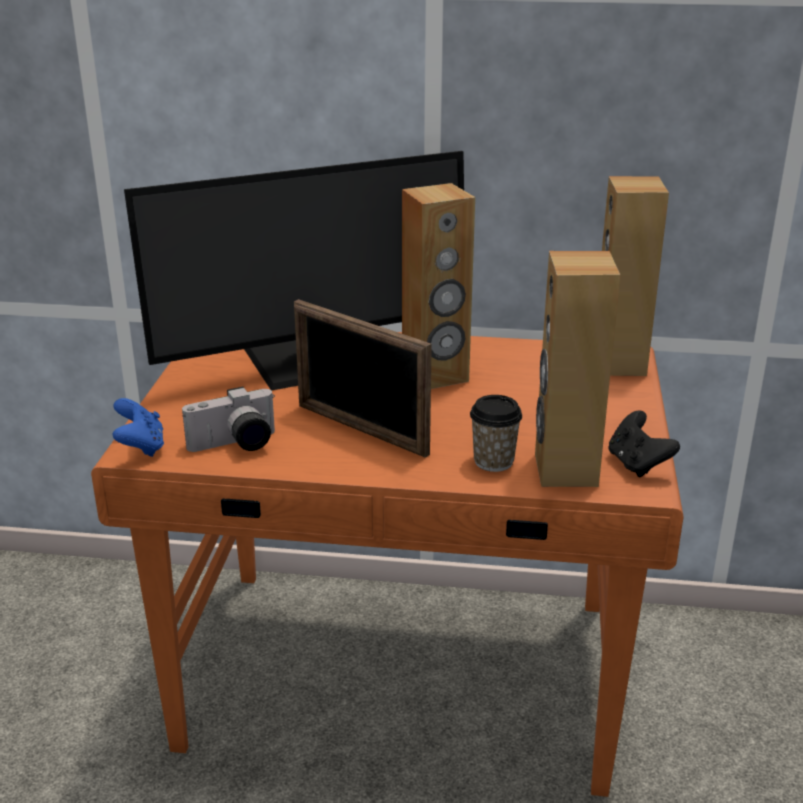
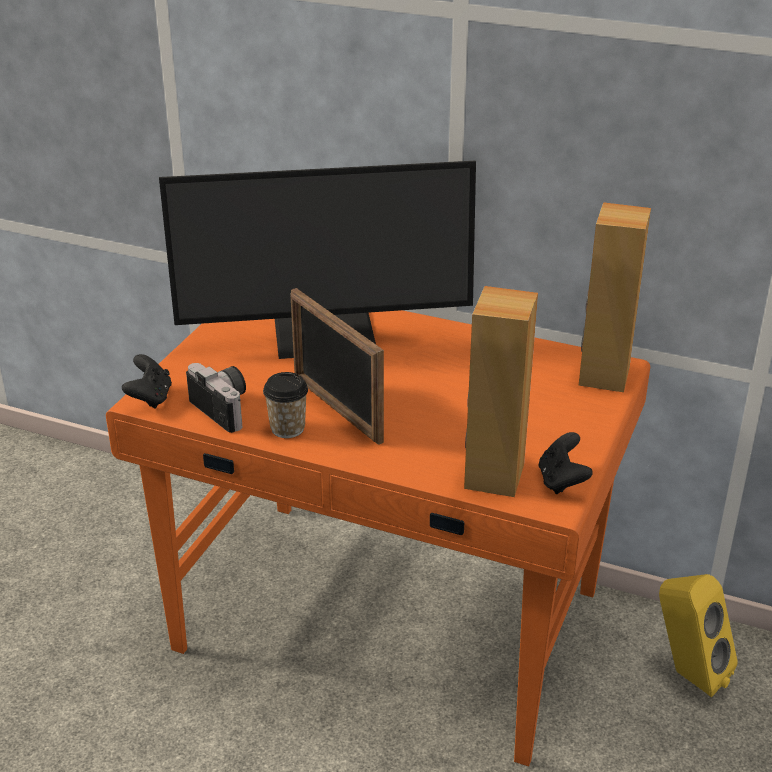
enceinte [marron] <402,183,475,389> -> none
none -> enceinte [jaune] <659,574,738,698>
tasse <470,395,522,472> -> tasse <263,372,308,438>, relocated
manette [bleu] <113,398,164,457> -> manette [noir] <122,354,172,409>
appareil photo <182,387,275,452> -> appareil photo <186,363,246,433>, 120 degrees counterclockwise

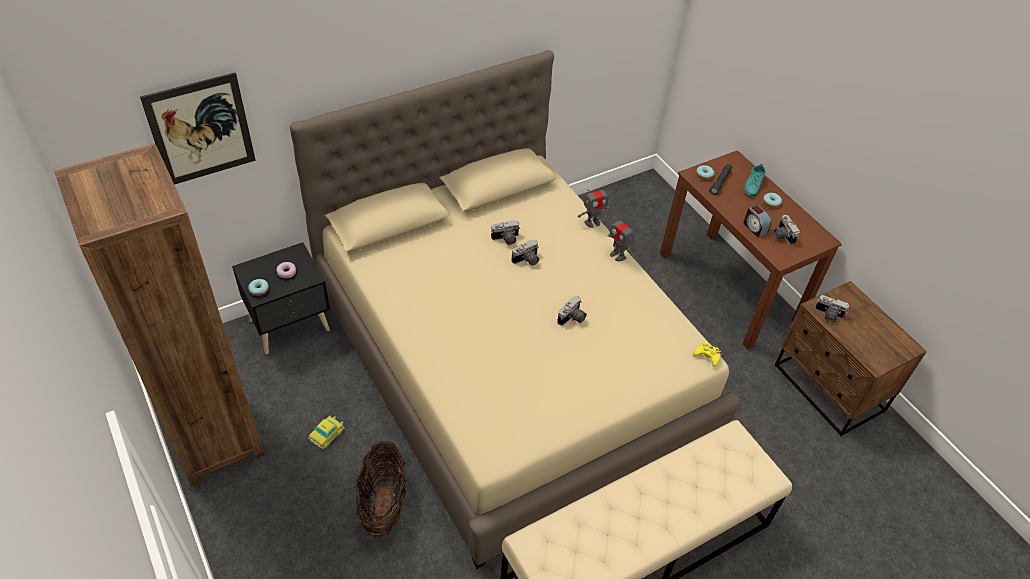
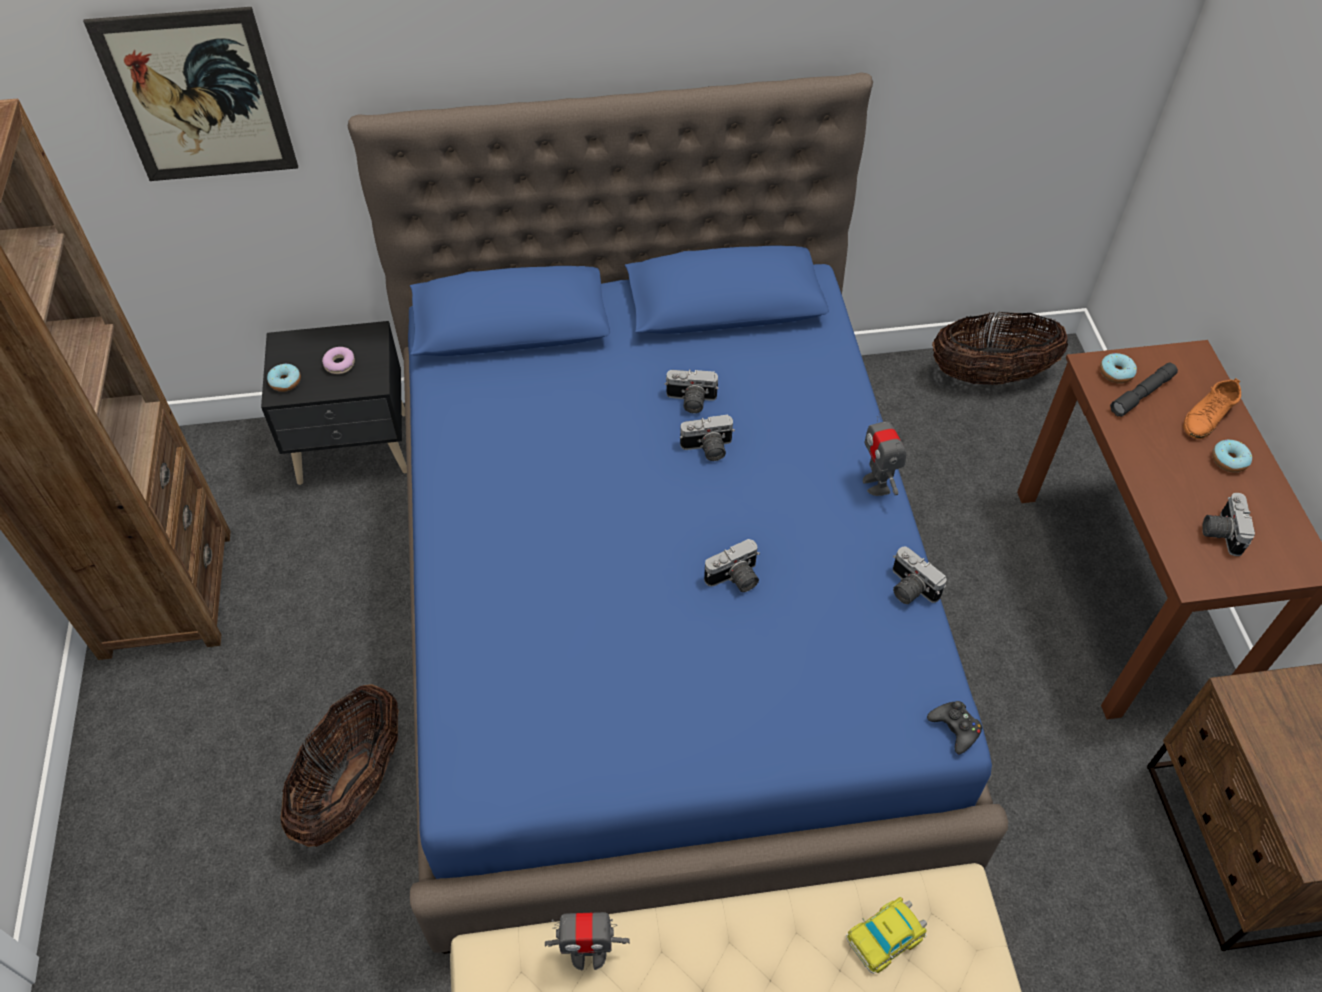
réveil <743,204,771,237> -> none
none -> panier <932,311,1068,385>
petite voiture <309,416,345,449> -> petite voiture <846,897,927,974>, relocated
robot jouet <577,185,610,228> -> robot jouet <545,912,630,970>, relocated
appareil photo <815,295,849,323> -> appareil photo <893,547,947,604>, relocated
lit [beige] <290,50,740,569> -> lit [bleu] <347,72,1008,954>
manette [jaune] <693,342,721,367> -> manette [noir] <927,701,982,754>
chaussure [turquoise] <744,164,766,197> -> chaussure [orange] <1183,378,1241,439>

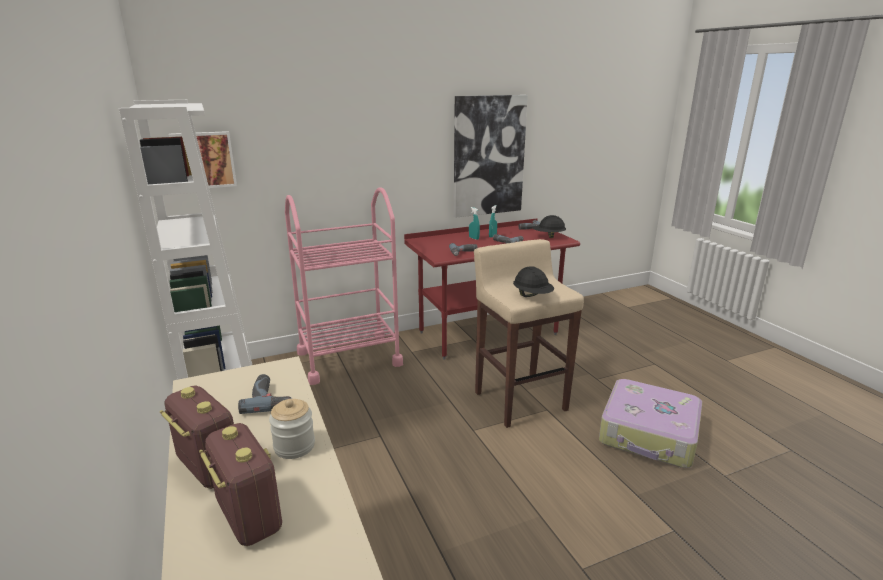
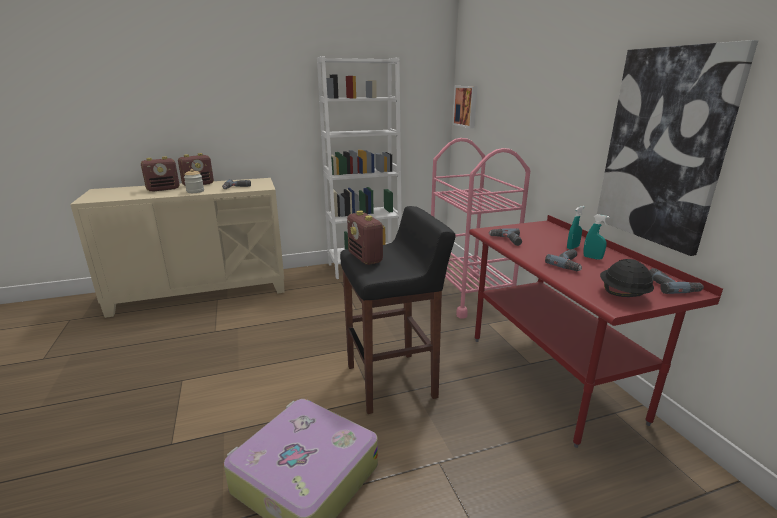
casque de chantier [noir] <513,266,554,297> -> radio <347,210,385,265>
tabouret [beige] <474,239,584,428> -> tabouret [noir] <340,206,456,414>

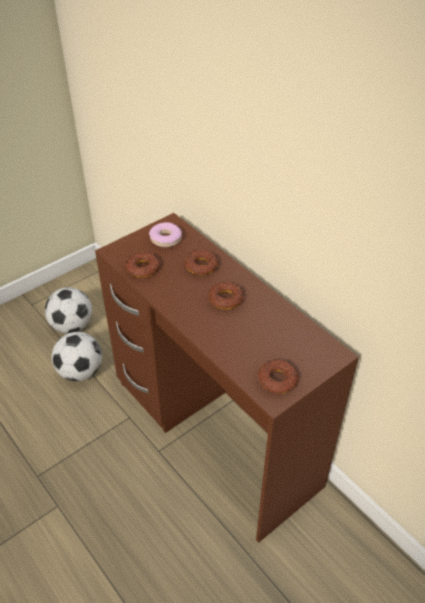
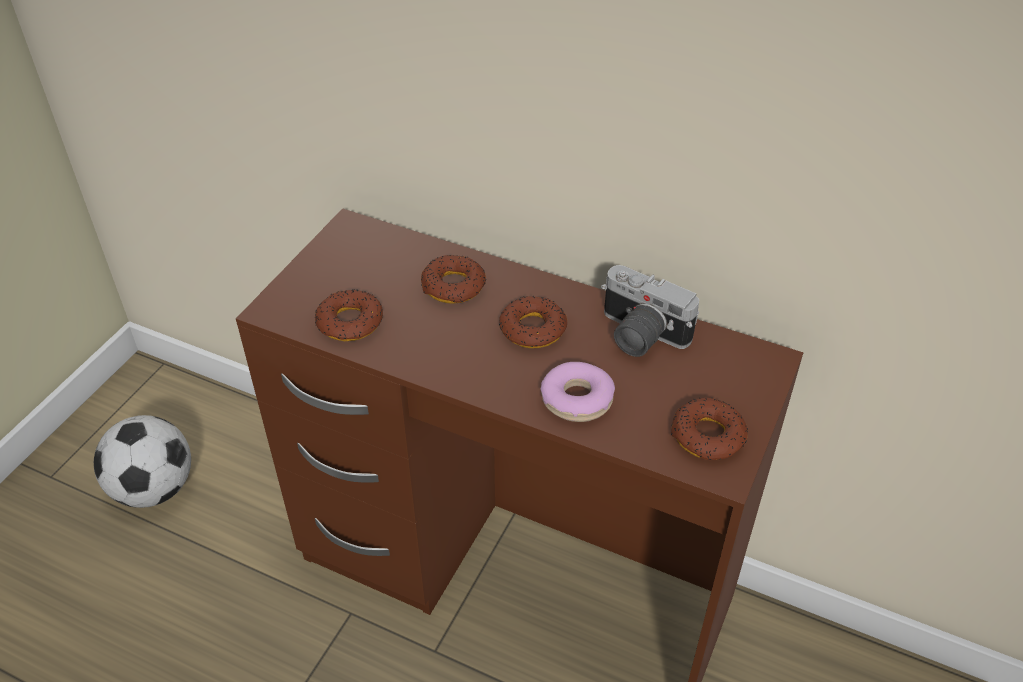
ballon de foot <52,332,102,381> -> none
none -> appareil photo <601,265,699,357>
beignet <149,222,182,247> -> beignet <541,362,615,422>, relocated

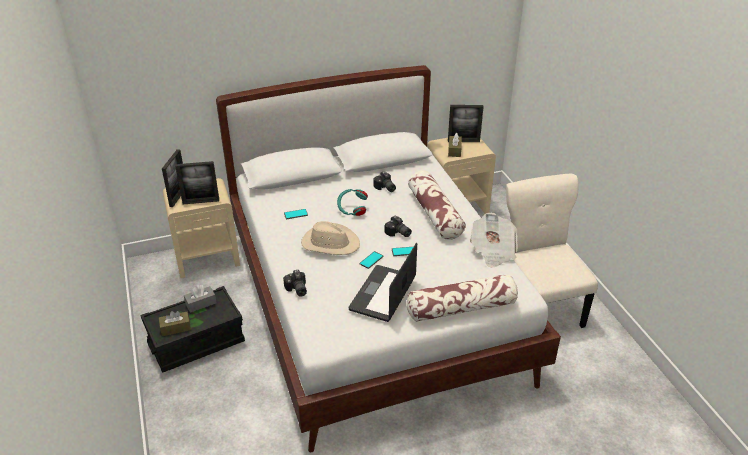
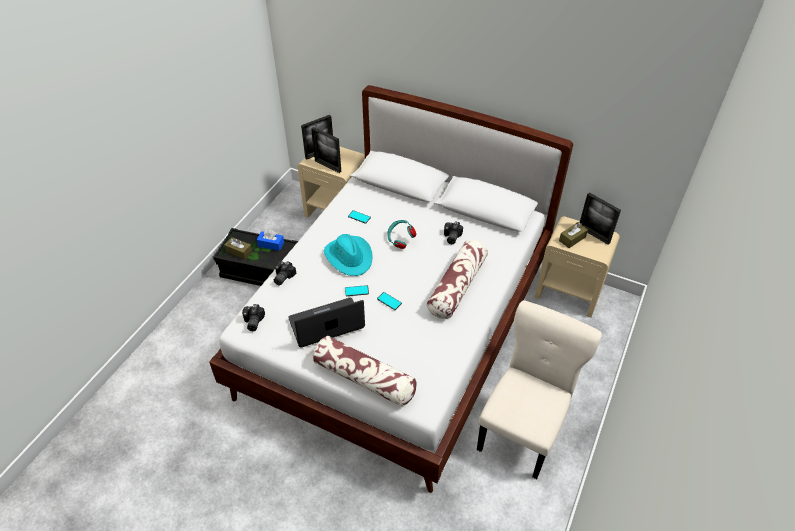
journal <470,213,518,268> -> none
appareil photo <385,216,412,237> -> appareil photo <242,304,265,331>, relocated
boîte à mouchoirs [gris] <184,285,216,313> -> boîte à mouchoirs [bleu] <257,230,284,251>
chapeau [beige] <301,221,360,255> -> chapeau [turquoise] <324,234,372,276>

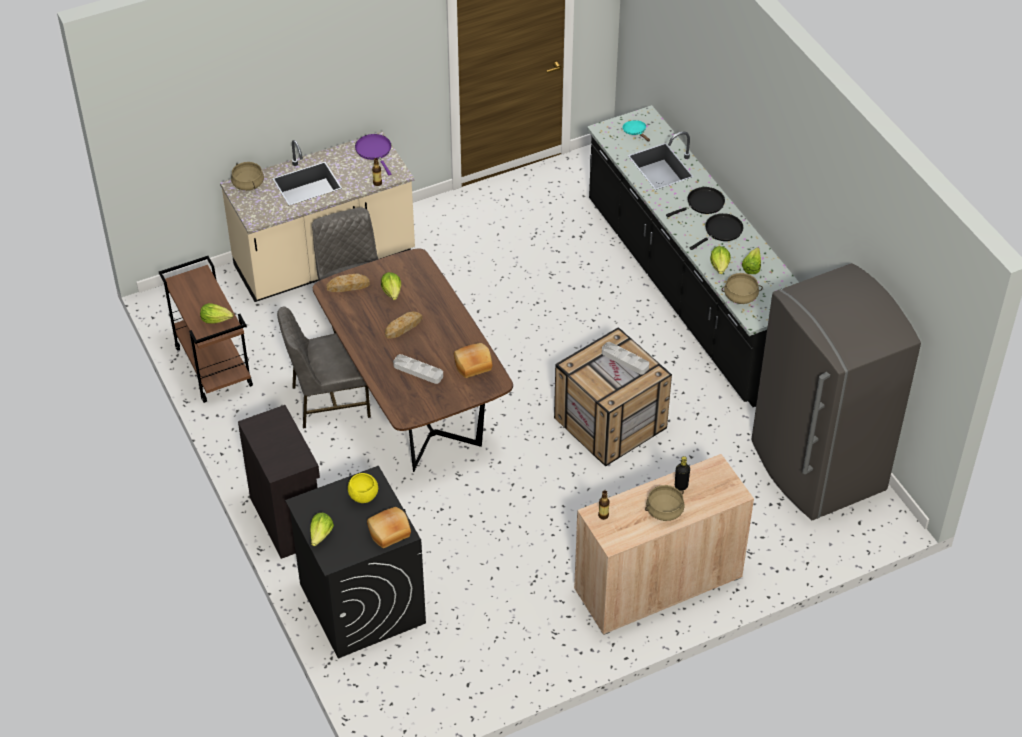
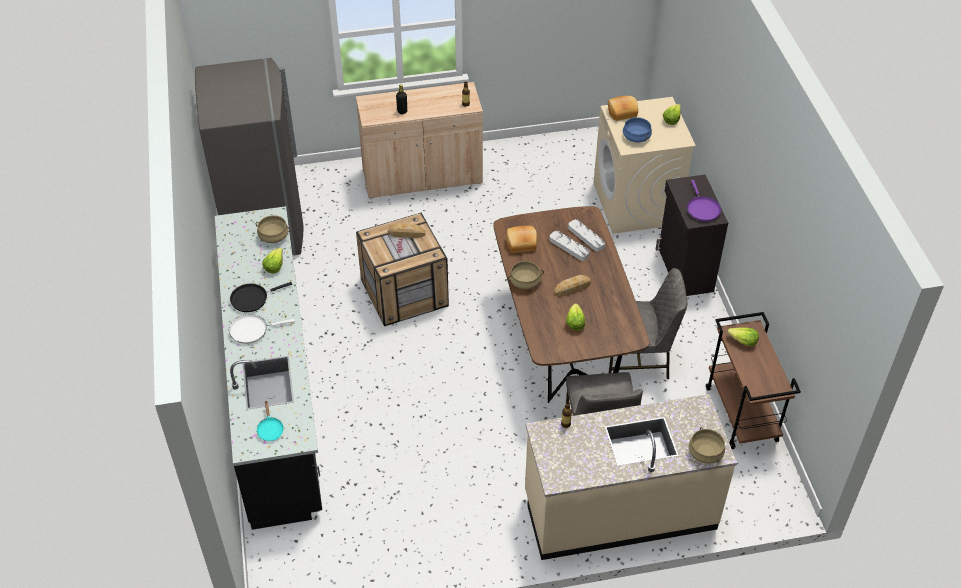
laitue <742,247,761,274> -> none
pain <326,273,370,292> -> pain <388,223,426,238>, relocated
poêle [violet] <355,134,391,175> -> poêle [violet] <687,180,721,221>, relocated
plateau [gris] <602,342,649,375> -> plateau [gris] <568,219,605,252>, relocated
marmite [beige] <645,485,685,521> -> marmite [beige] <508,261,544,290>, relocated
bol [jaune] <348,473,378,503> -> marmite [bleu] <623,117,652,143>
lave-linge [noir] <285,466,426,658> -> lave-linge [beige] <594,97,696,234>
poêle [noir] <666,187,725,217> -> poêle [blanc] <229,314,295,344>

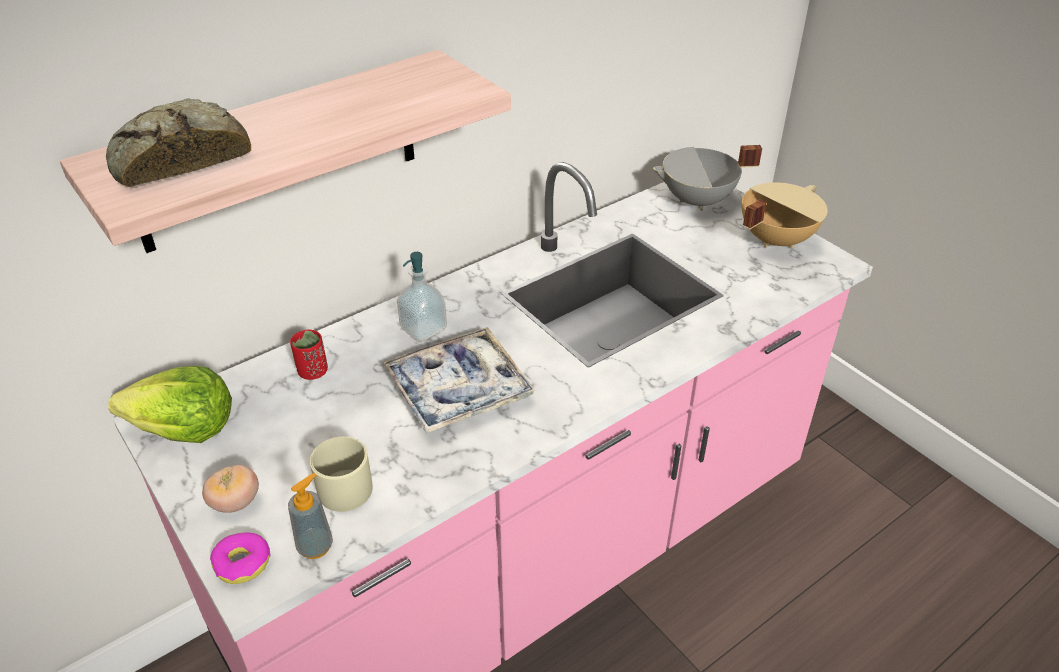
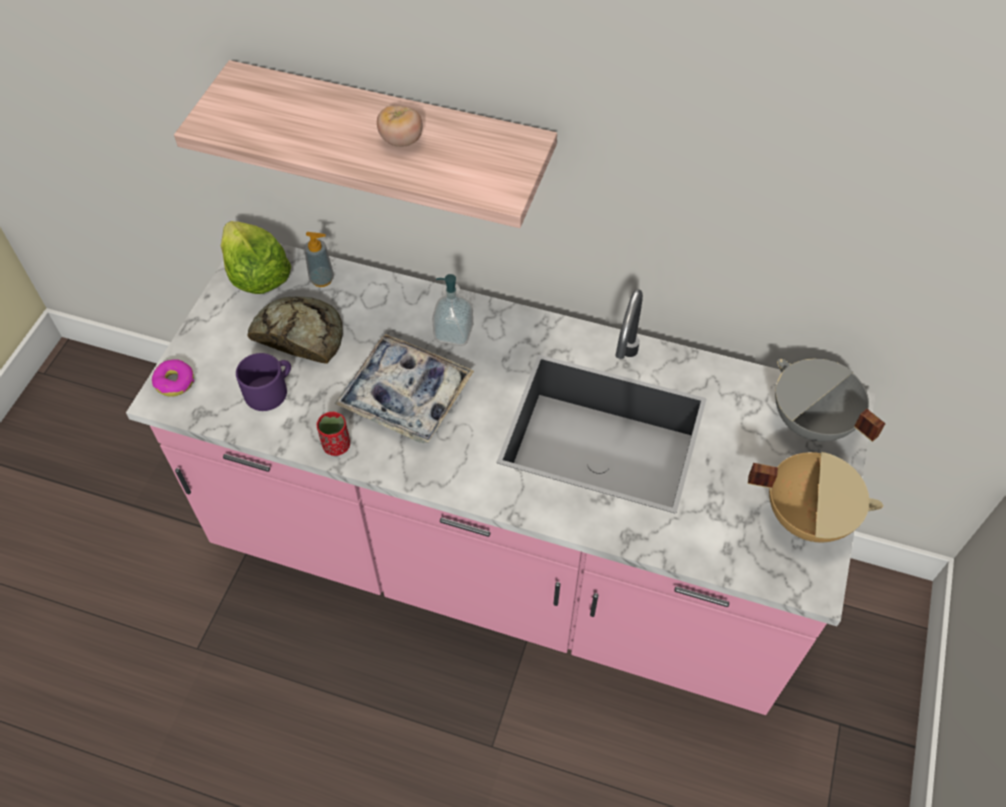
pain <106,98,251,187> -> pain <248,296,343,364>, relocated
tomate <202,465,259,513> -> tomate <377,106,423,147>, relocated
distributeur de savon <288,473,333,559> -> distributeur de savon <304,232,334,287>, relocated
tasse [rouge] <290,329,328,380> -> tasse [rouge] <317,412,350,456>, relocated
mug [beige] <310,437,373,512> -> mug [violet] <236,353,291,411>

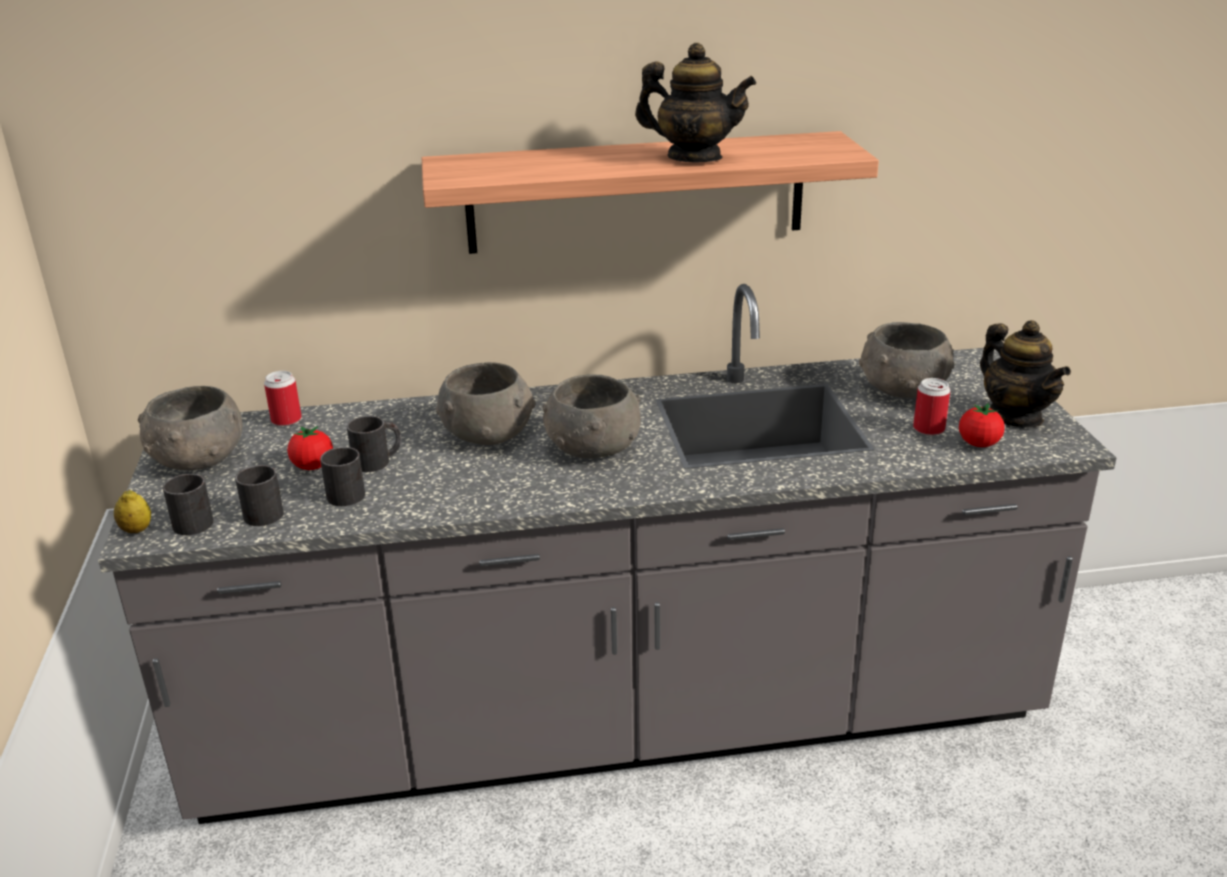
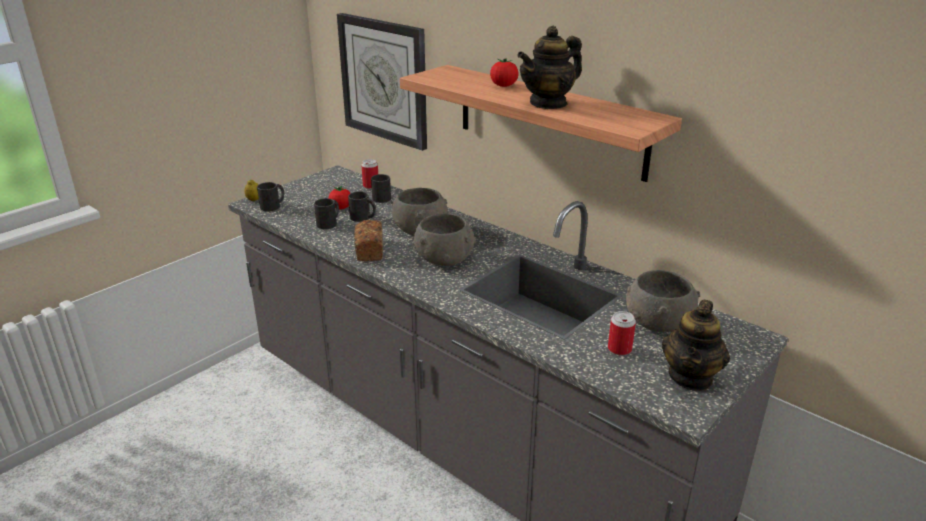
bol [gris] <138,386,242,470> -> none
none -> horloge murale <337,13,427,151>
none -> pain <354,220,383,261>
mug [noir] <235,465,284,526> -> mug [noir] <371,174,391,203>, relocated
tomate <959,403,1005,447> -> tomate <490,58,518,87>, relocated
théière <635,43,756,162> -> théière <517,26,582,109>, 75 degrees clockwise

